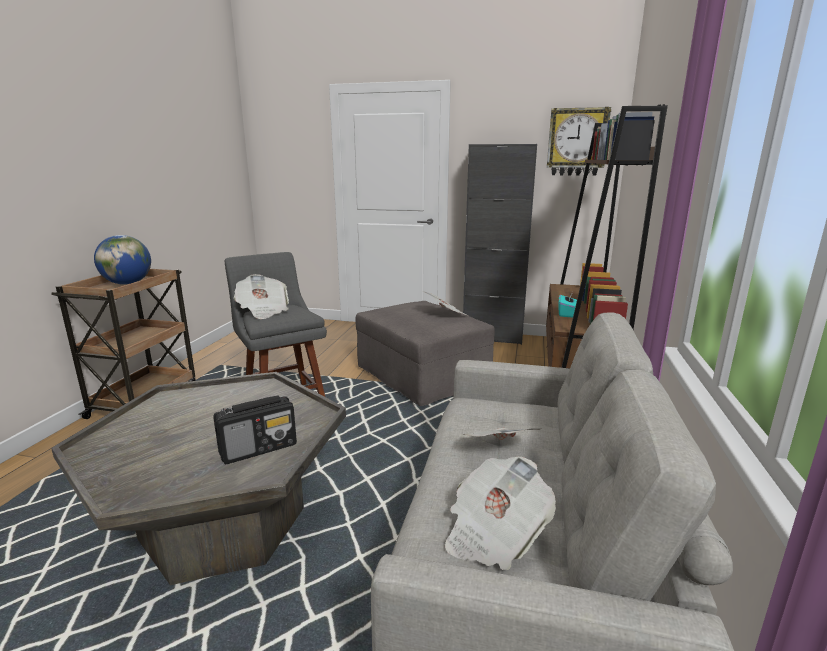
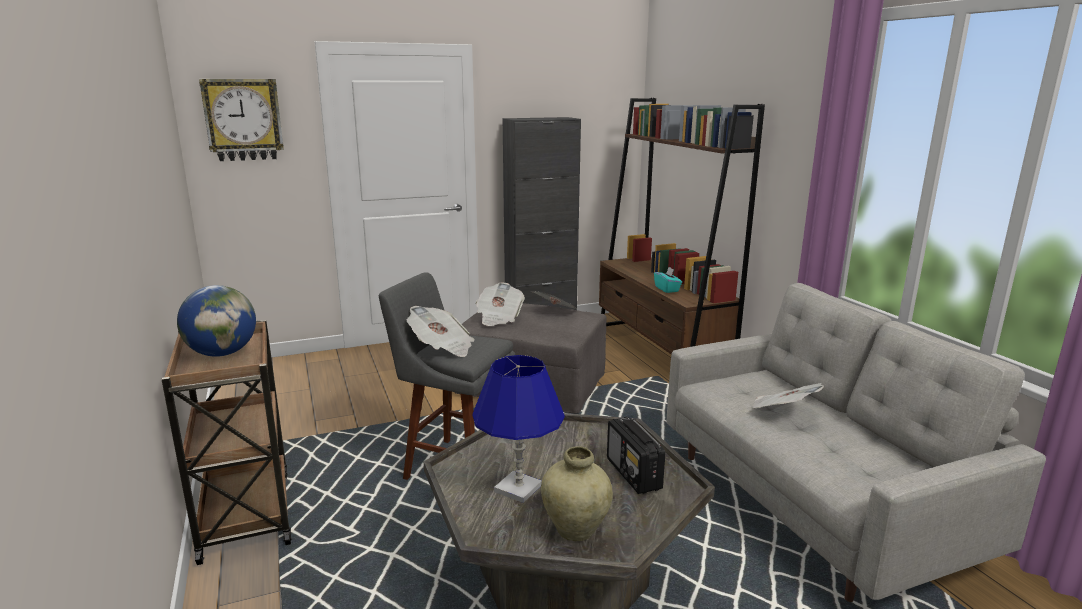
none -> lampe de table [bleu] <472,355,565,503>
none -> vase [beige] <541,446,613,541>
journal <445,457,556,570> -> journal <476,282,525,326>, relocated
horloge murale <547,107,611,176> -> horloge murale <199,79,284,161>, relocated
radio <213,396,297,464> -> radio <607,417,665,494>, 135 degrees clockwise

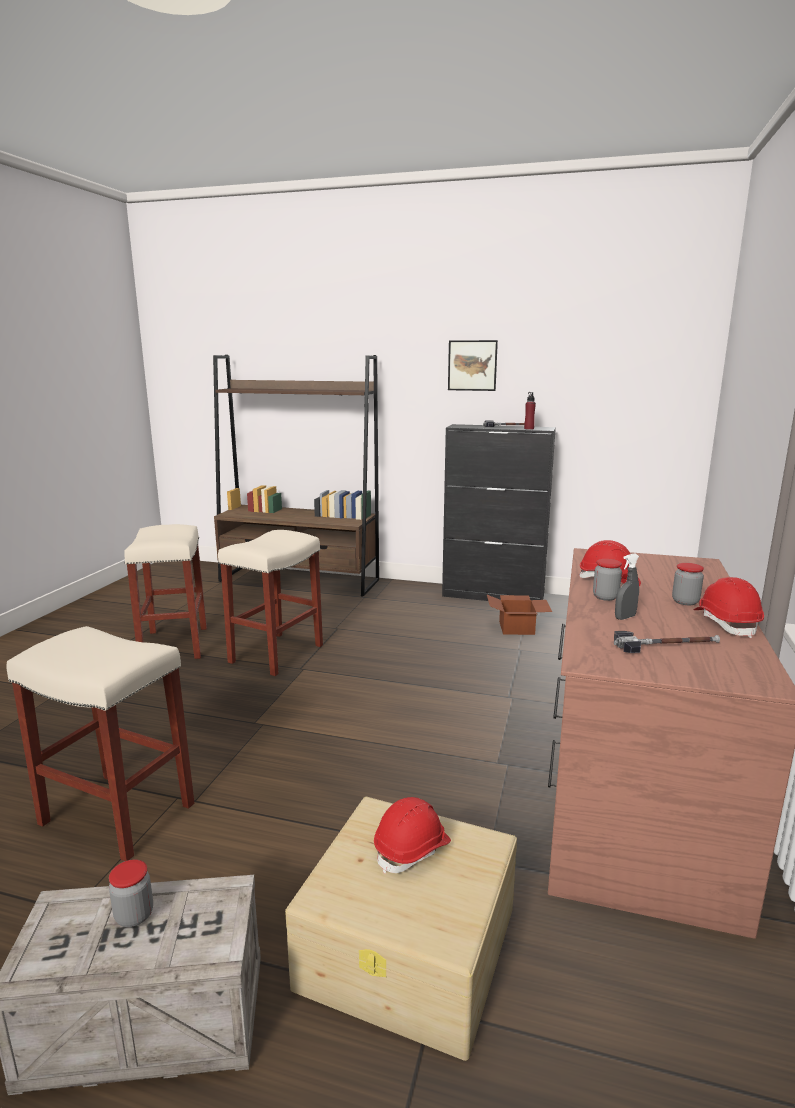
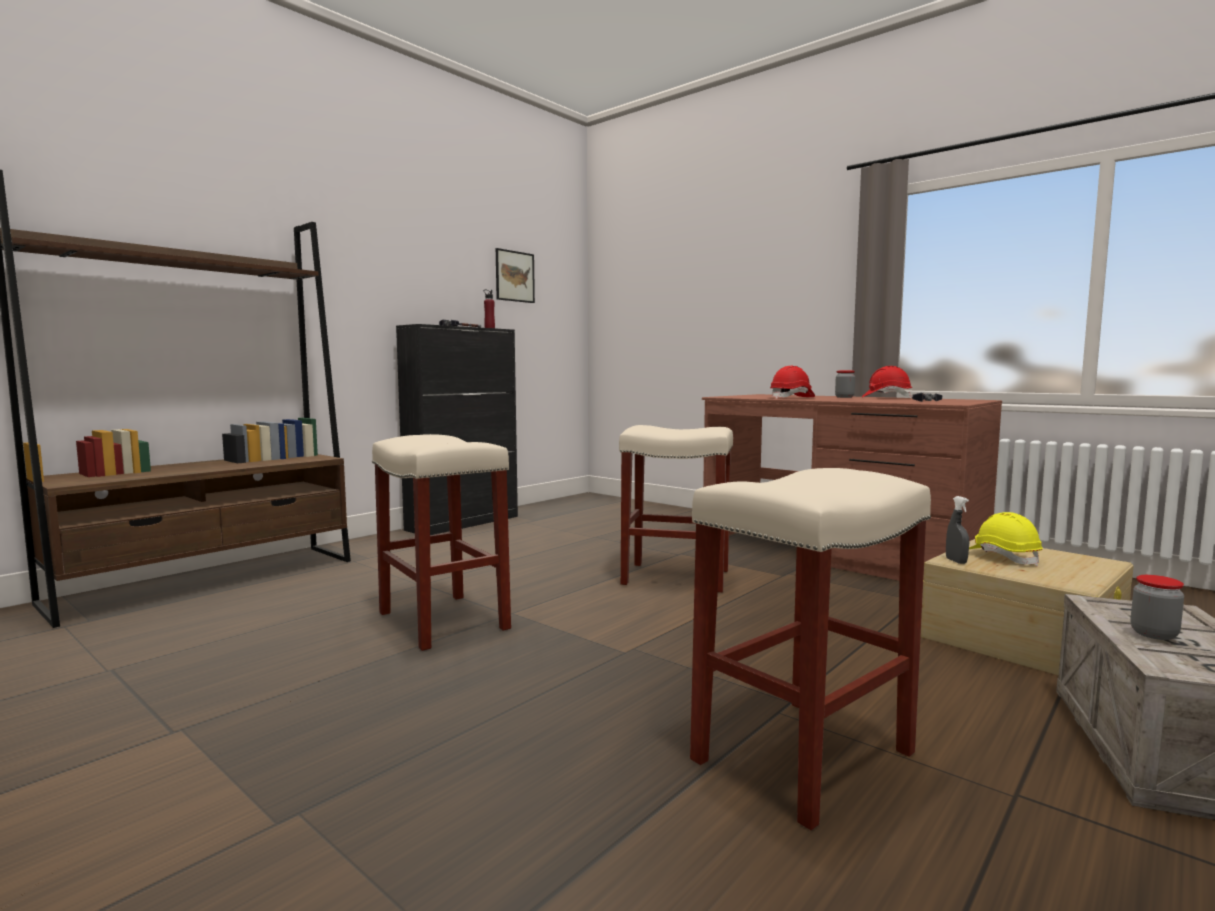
carton <487,595,552,635> -> none
bocal <593,559,622,601> -> none
tabouret [beige] <124,524,207,659> -> tabouret [beige] <619,425,733,592>, relocated
tableau <448,340,498,391> -> tableau <496,248,535,303>, relocated
vaporisateur [gris] <615,553,639,620> -> vaporisateur [gris] <946,496,969,564>, relocated
casque de chantier [rouge] <374,797,451,874> -> casque de chantier [jaune] <969,512,1043,566>

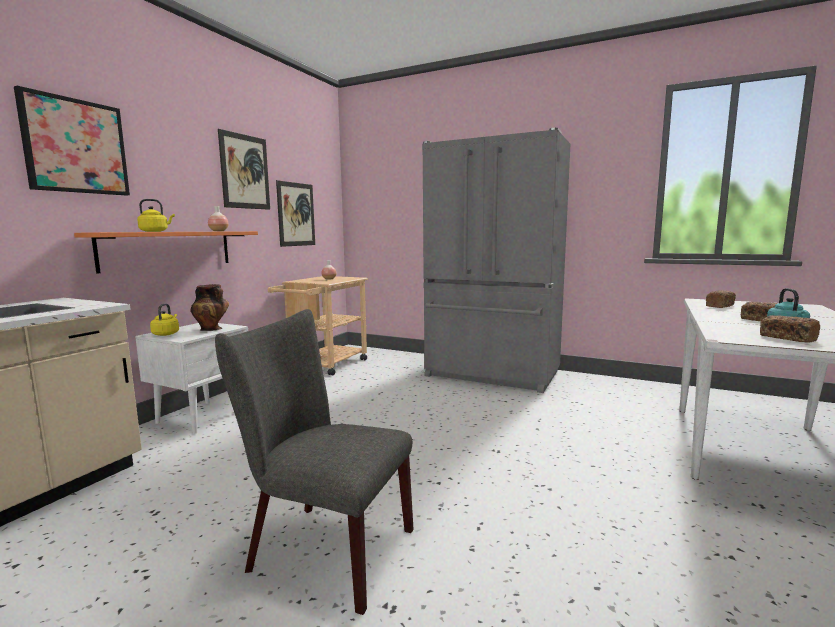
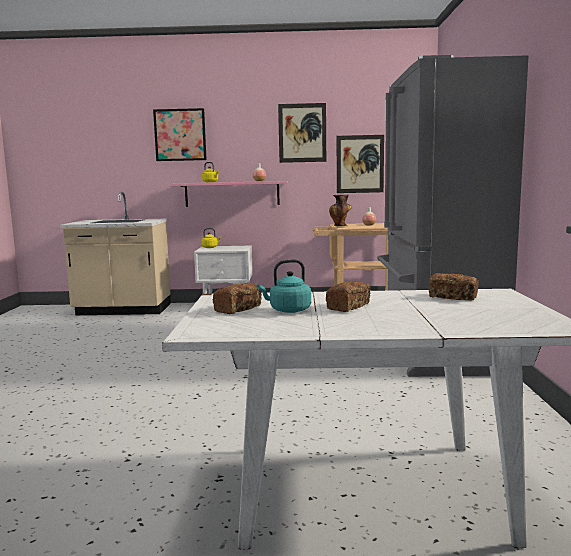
chaise [gris] <215,309,413,615> -> none
vase <190,284,229,331> -> vase <329,195,352,226>, relocated
étagère [orange] <74,231,258,274> -> étagère [rose] <171,181,288,207>

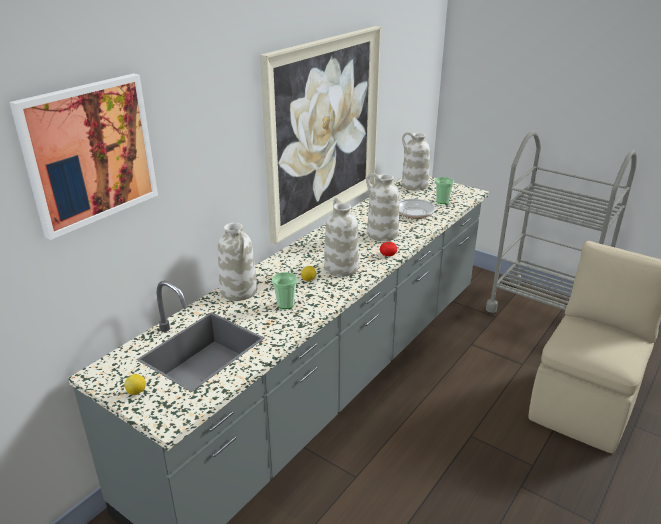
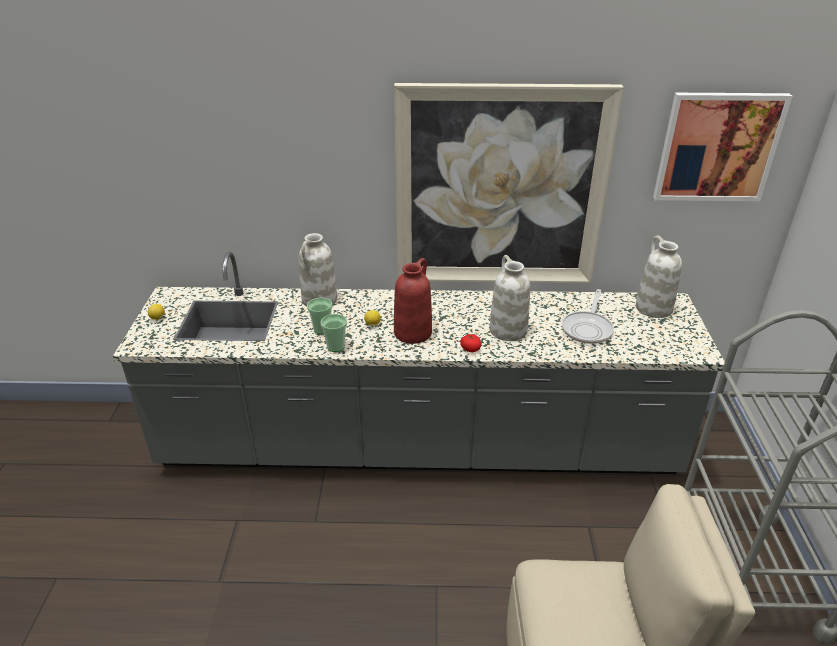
tableau <9,73,158,240> -> tableau <653,93,792,201>, relocated
tasse <435,177,454,204> -> tasse <321,314,347,352>, relocated
vase [blanc] <324,198,359,277> -> vase [rouge] <394,258,432,344>

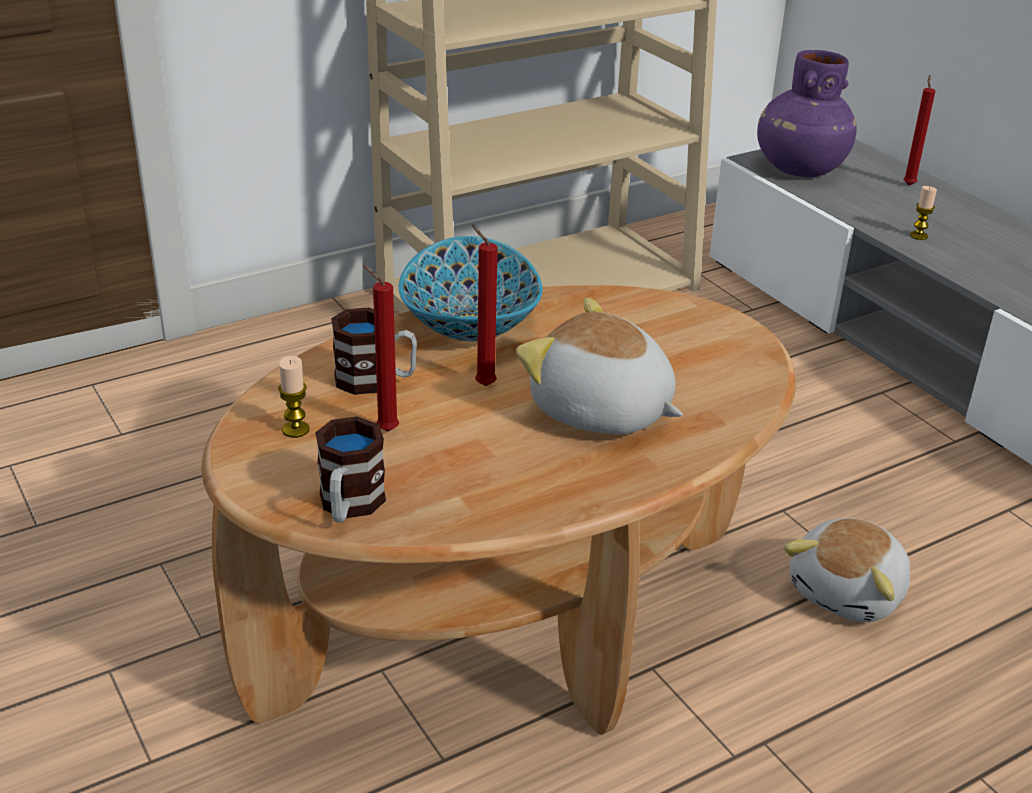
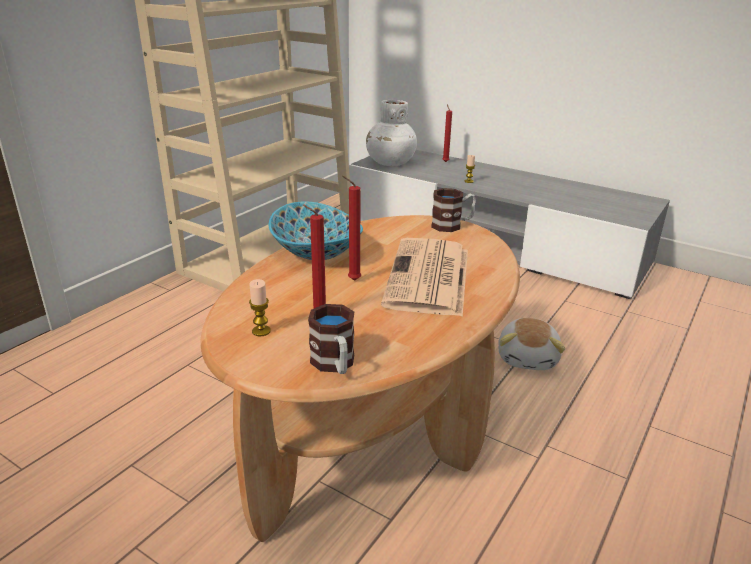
mug <331,308,417,395> -> mug <431,188,476,232>, relocated
peluche <516,298,683,434> -> journal <381,238,468,317>
vase [violet] <757,50,856,177> -> vase [blanc] <366,100,417,166>

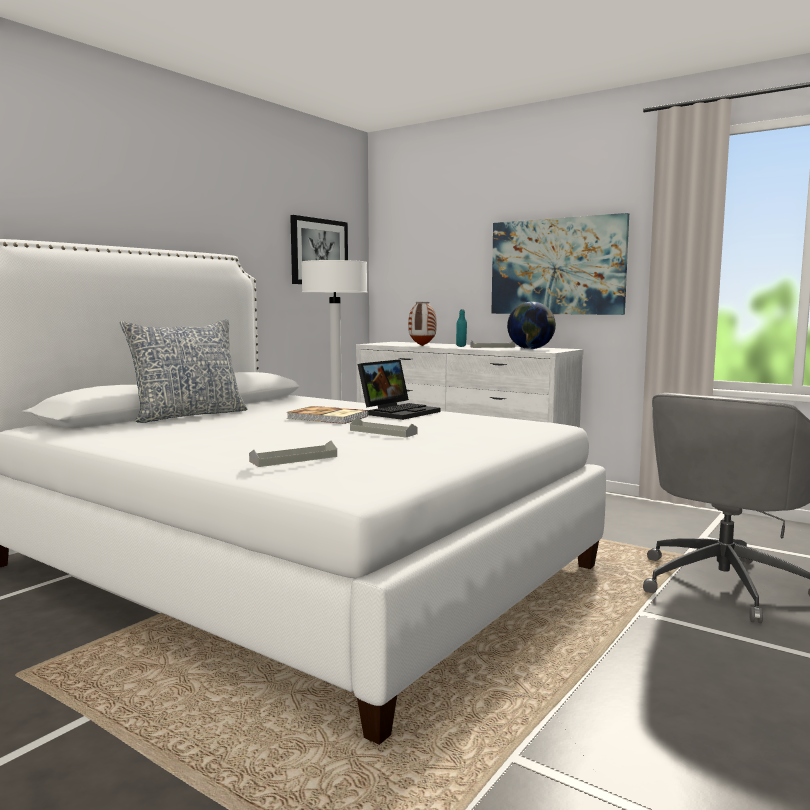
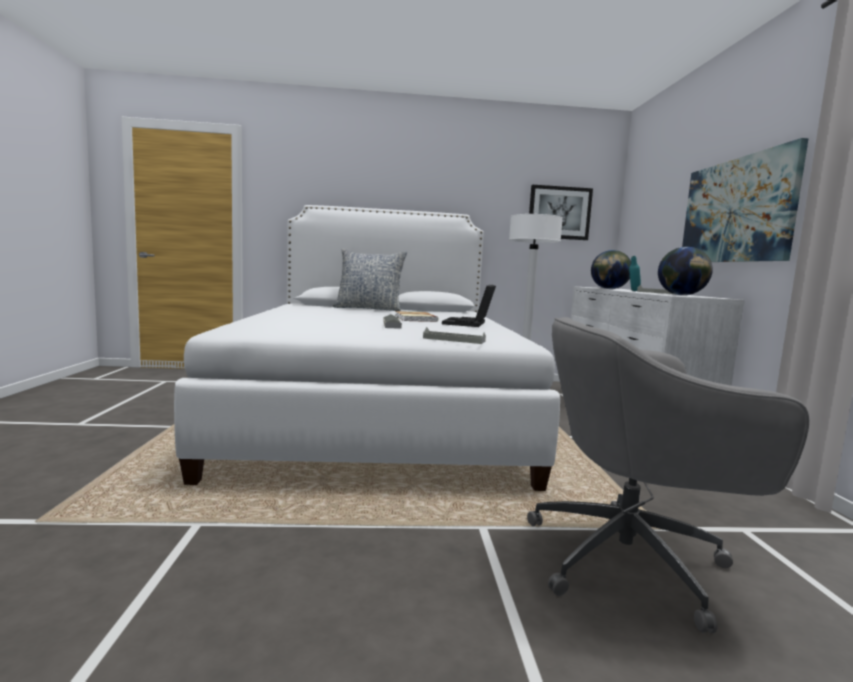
plateau [gris] <249,441,337,467> -> plateau [gris] <423,327,486,344>, relocated
vase <408,302,437,346> -> globe <591,250,631,289>
ordinateur portable <357,359,440,420> -> ordinateur portable <442,285,496,327>, 105 degrees clockwise

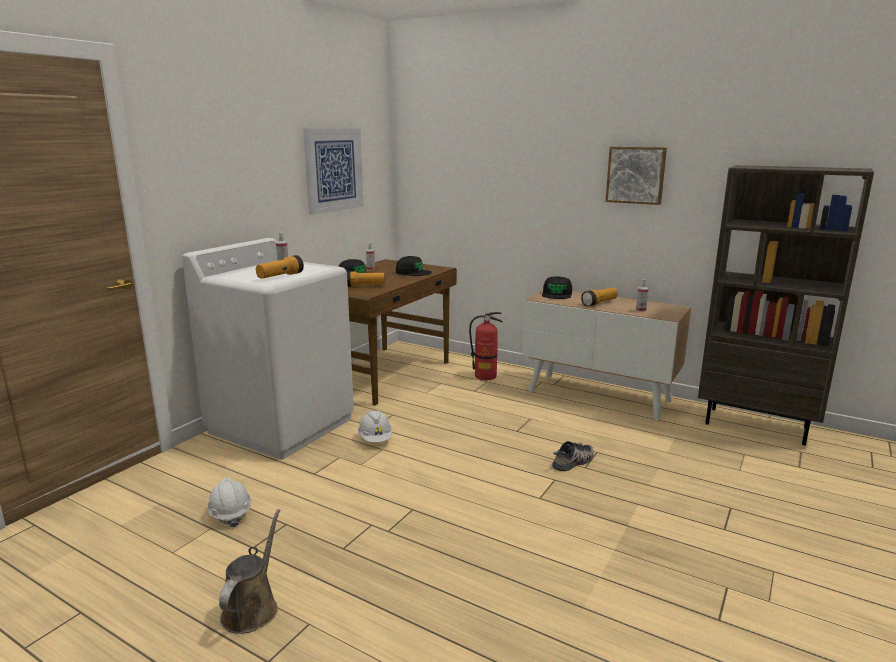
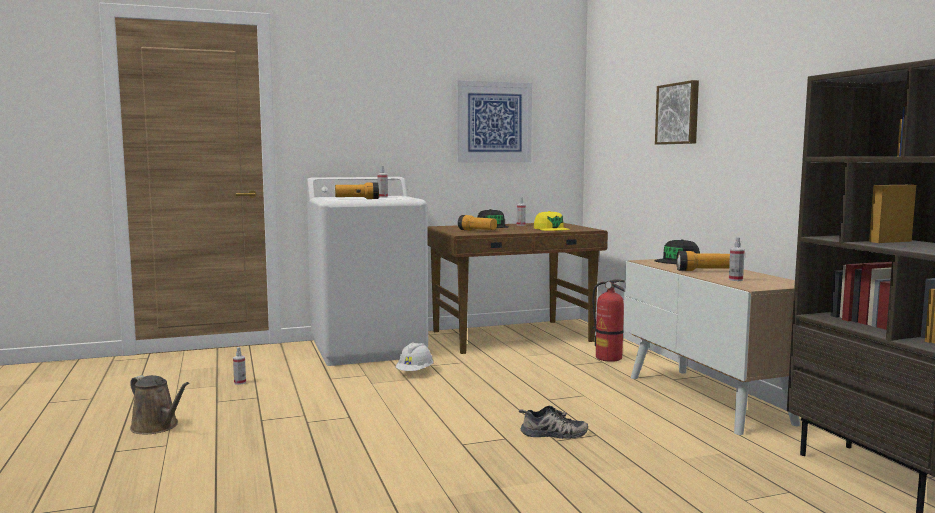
tableau <605,147,667,205> -> tableau <655,80,699,145>, relocated
casque de chantier [blanc] <207,478,252,527> -> vaporisateur <233,347,246,385>
casquette [noir] <396,256,432,276> -> casquette [jaune] <534,211,570,231>
arrosoir [marron] <219,509,280,634> -> arrosoir [marron] <130,375,189,434>, 75 degrees clockwise

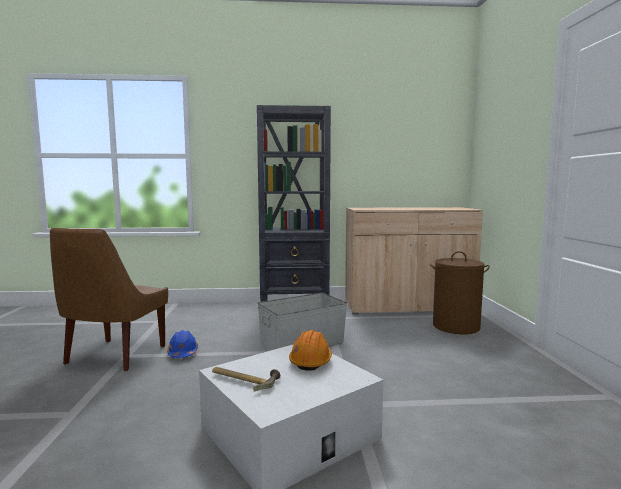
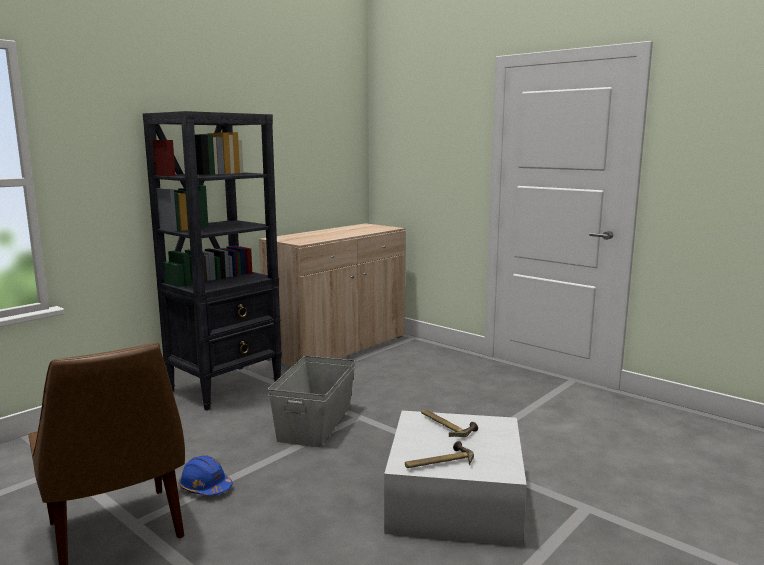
panier à linge [marron] <430,251,490,334> -> none
casque de chantier [orange] <289,330,332,371> -> marteau <421,409,478,437>

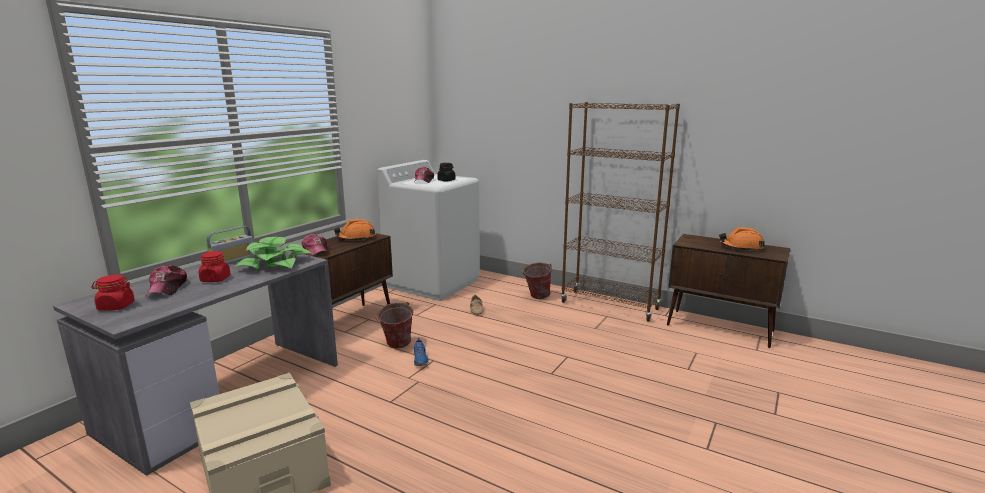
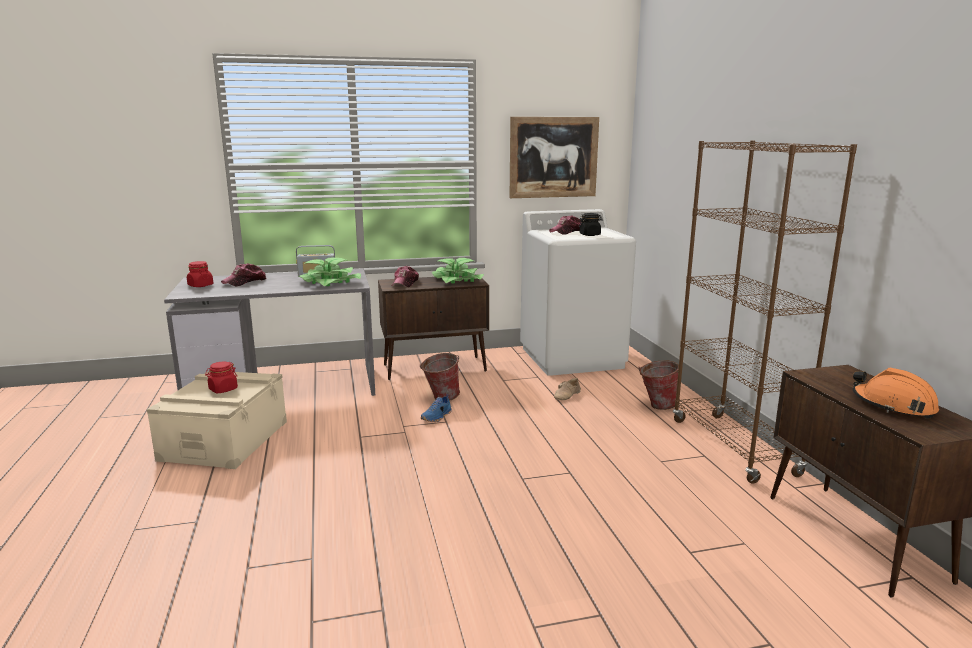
none -> tableau <510,117,599,198>
bocal [rouge] <199,251,231,282> -> bocal [rouge] <205,362,238,393>, relocated
casque de chantier [orange] <334,219,376,241> -> plante en pot <432,258,484,283>

